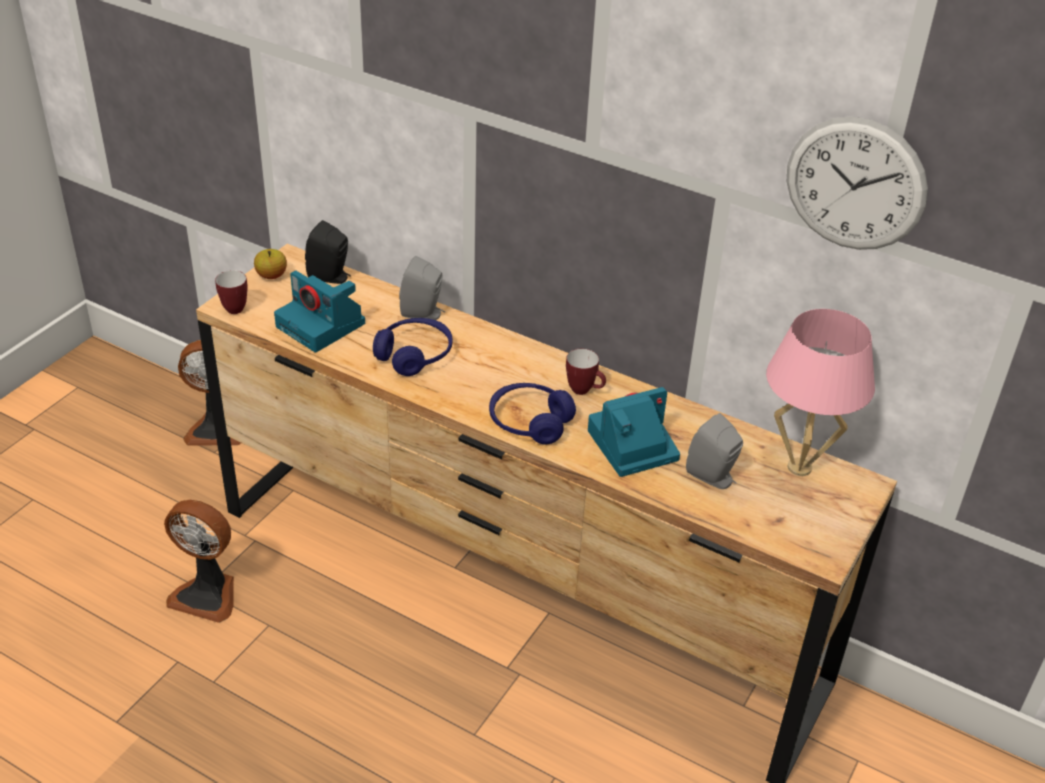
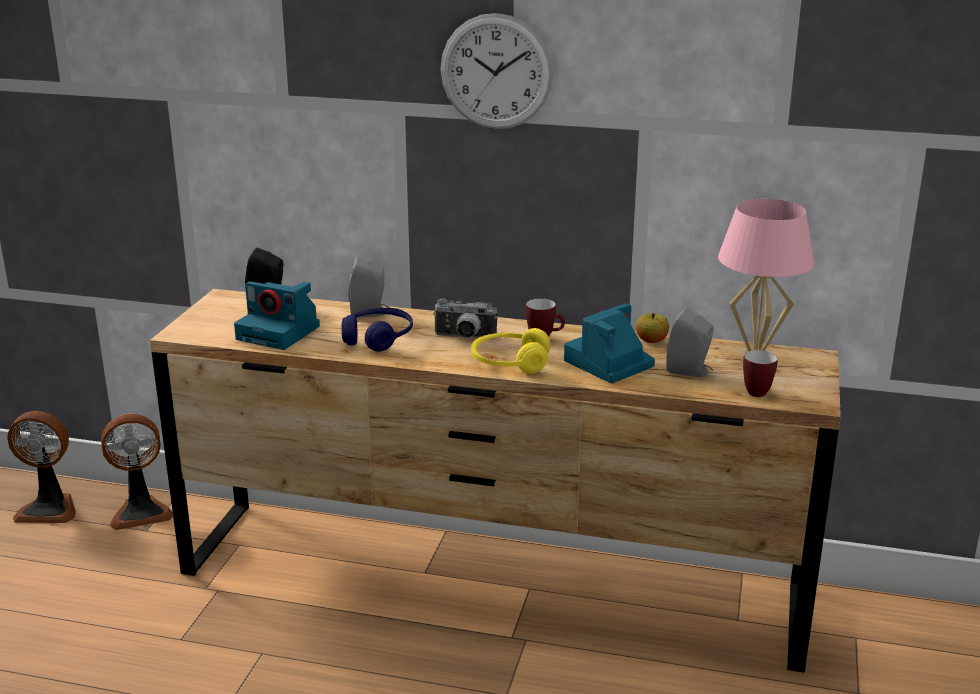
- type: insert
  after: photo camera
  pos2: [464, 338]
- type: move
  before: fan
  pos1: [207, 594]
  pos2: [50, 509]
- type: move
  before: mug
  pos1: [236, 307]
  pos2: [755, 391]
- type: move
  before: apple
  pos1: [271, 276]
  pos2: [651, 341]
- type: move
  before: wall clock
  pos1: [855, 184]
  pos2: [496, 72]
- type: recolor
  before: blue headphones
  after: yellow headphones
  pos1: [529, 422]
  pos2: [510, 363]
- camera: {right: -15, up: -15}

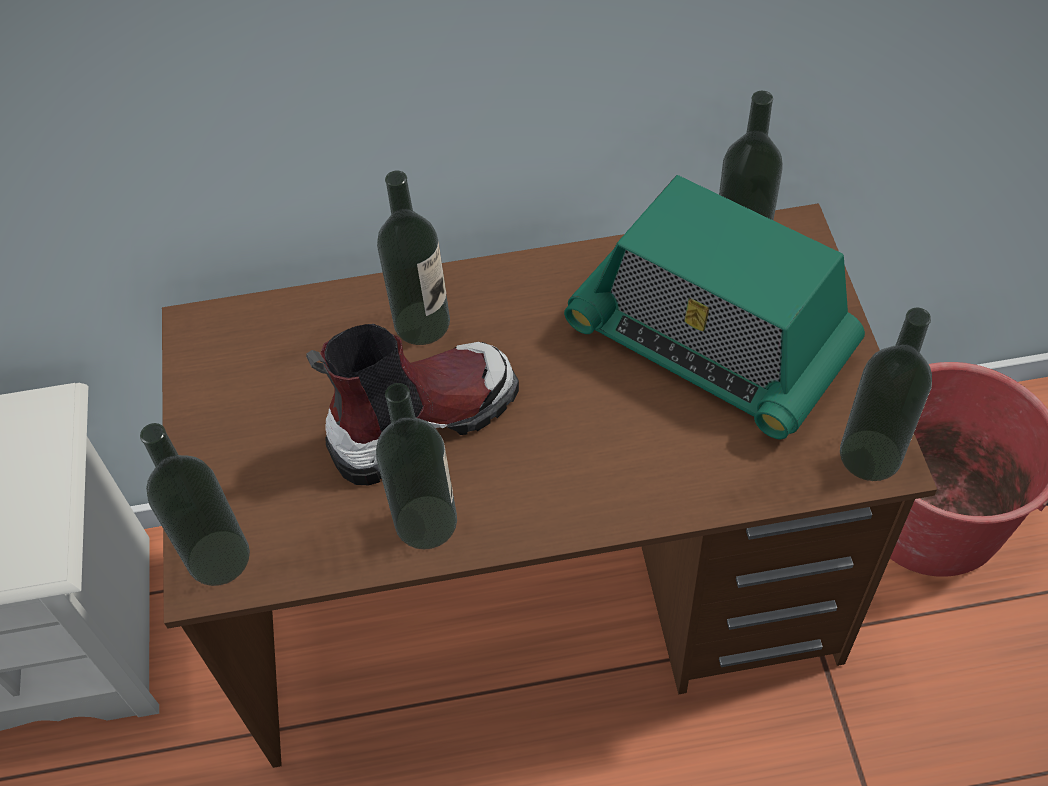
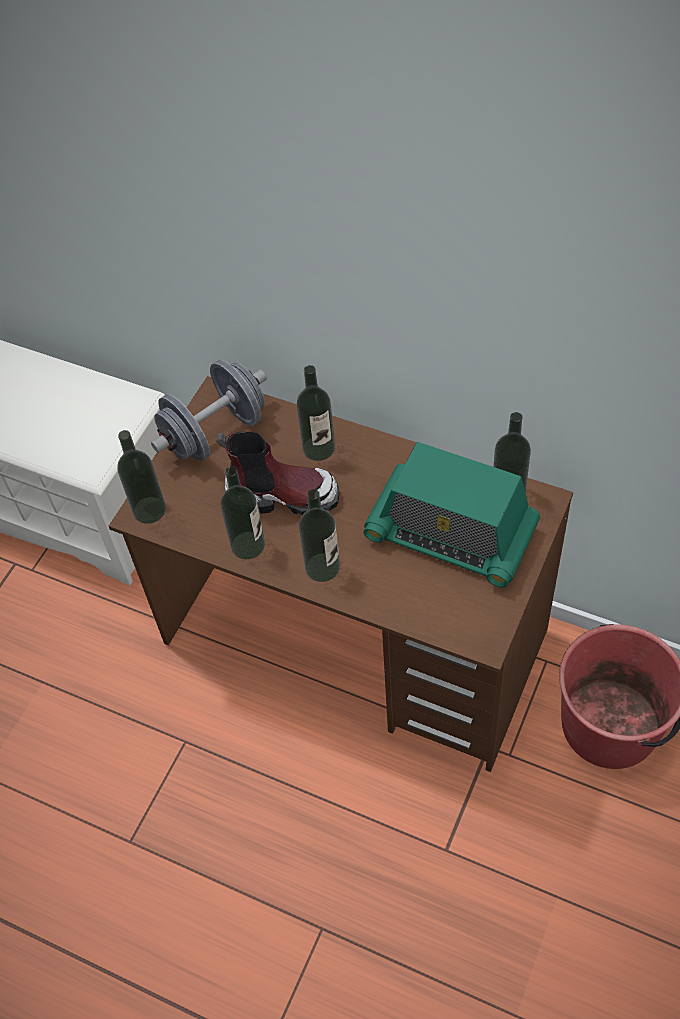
- type: insert
  after: grey dumbbell
  pos2: [215, 433]
- type: move
  before: bottle
  pos1: [870, 455]
  pos2: [322, 567]
- type: rotate
  before: radio
  pos1: [710, 340]
  pos2: [451, 533]
  turn: -45
- camera: {right: 35, up: 0}

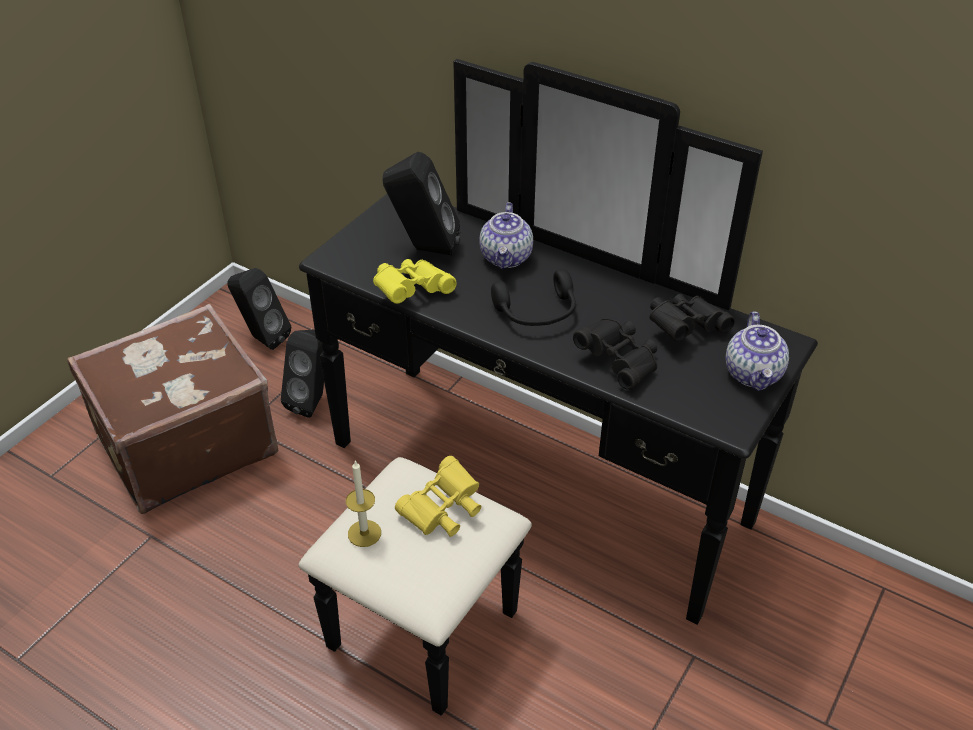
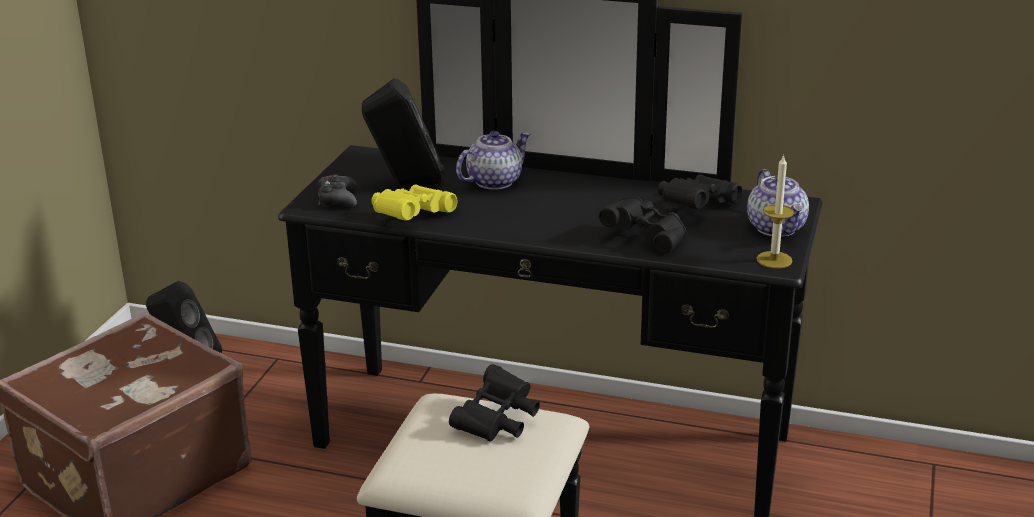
- type: delete
  before: black speaker
  pos1: [313, 401]
- type: delete
  before: black headphones
  pos1: [537, 313]
- type: insert
  after: black game controller
  pos2: [337, 199]
- type: move
  before: candle
  pos1: [364, 533]
  pos2: [774, 260]
- type: recolor
  before: yellow binoculars
  after: black binoculars
  pos1: [443, 511]
  pos2: [497, 421]
- type: rotate
  before: teapot
  pos1: [507, 258]
  pos2: [494, 181]
  turn: -120
- camera: {right: -15, up: -15}

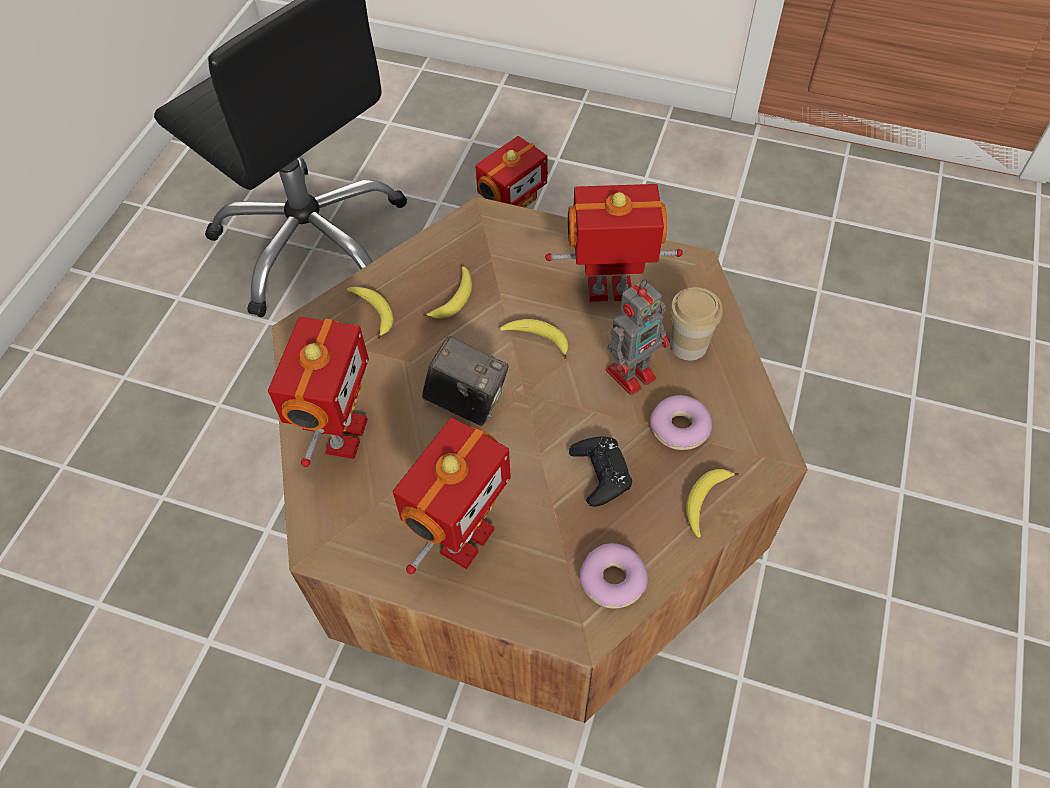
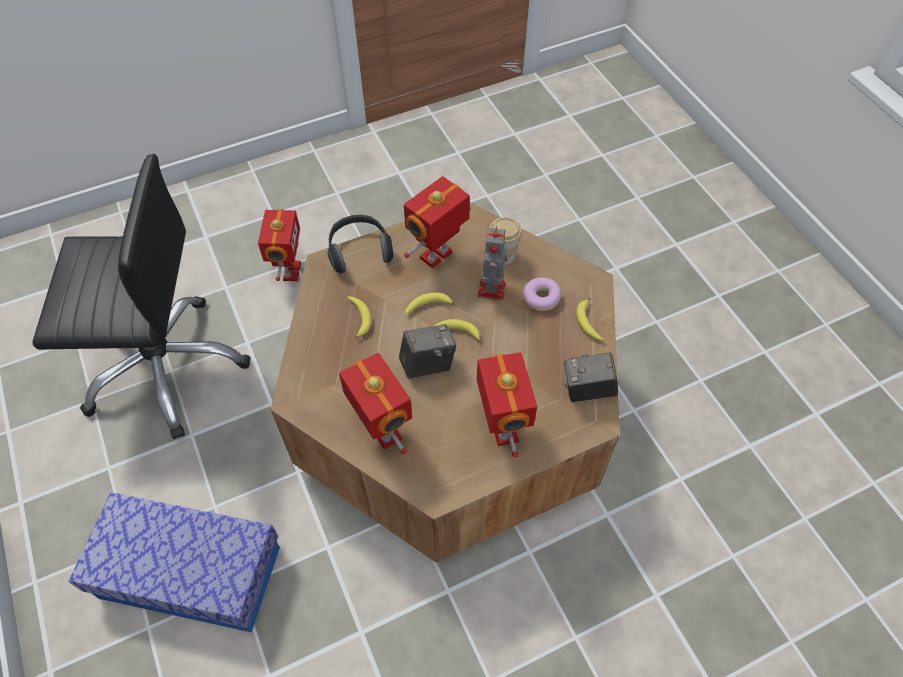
- type: delete
  before: black game controller
  pos1: [600, 473]
- type: insert
  after: storage box
  pos2: [190, 572]
- type: insert
  after: headphones
  pos2: [359, 251]
- type: move
  before: banana
  pos1: [373, 312]
  pos2: [456, 332]
- type: replace
  before: donut
  after: photo camera
  pos1: [613, 580]
  pos2: [587, 390]
- camera: {right: -45, up: 0}

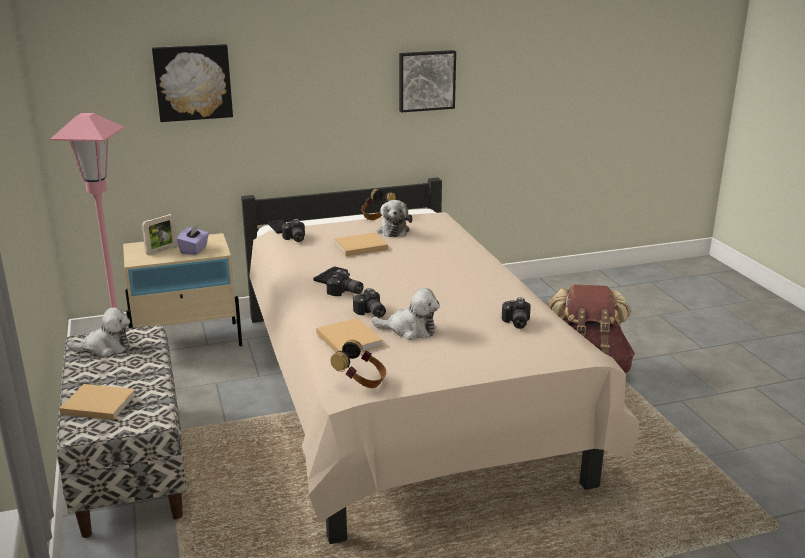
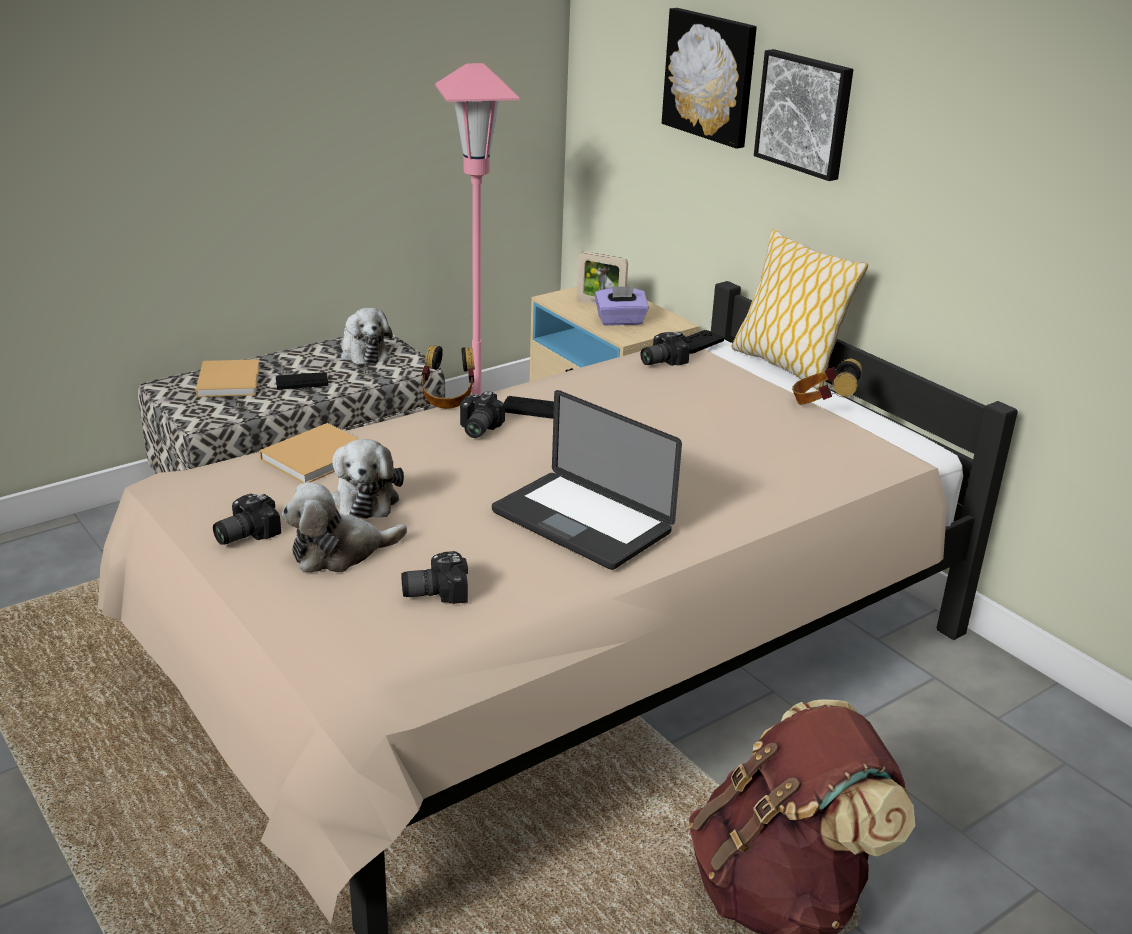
- type: delete
  before: beige book
  pos1: [359, 246]
- type: insert
  after: black game controller
  pos2: [302, 382]
- type: insert
  after: laptop
  pos2: [581, 522]
- type: insert
  after: pillow
  pos2: [786, 365]
- type: move
  before: headphones
  pos1: [361, 381]
  pos2: [448, 398]
- type: move
  before: photo camera
  pos1: [370, 313]
  pos2: [243, 534]
- type: move
  before: plush toy
  pos1: [393, 230]
  pos2: [339, 552]
- type: move
  before: picture
  pos1: [426, 80]
  pos2: [805, 113]
- camera: {right: 70, up: 5}

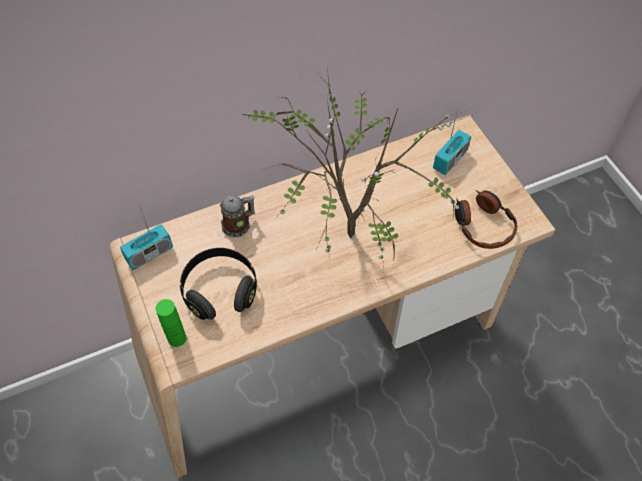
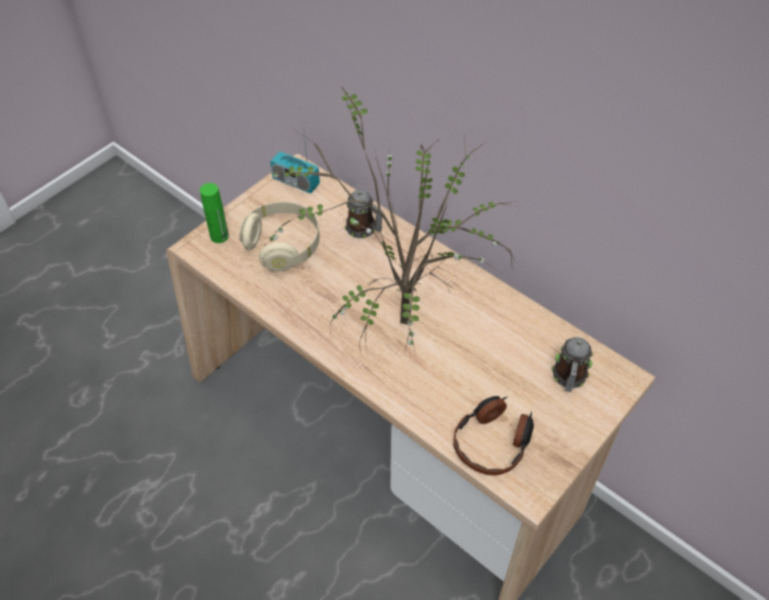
- type: replace
  before: radio
  after: mug
  pos1: [450, 160]
  pos2: [568, 378]
- type: recolor
  before: black headphones
  after: beige headphones
  pos1: [220, 290]
  pos2: [283, 245]
- camera: {right: 65, up: -5}

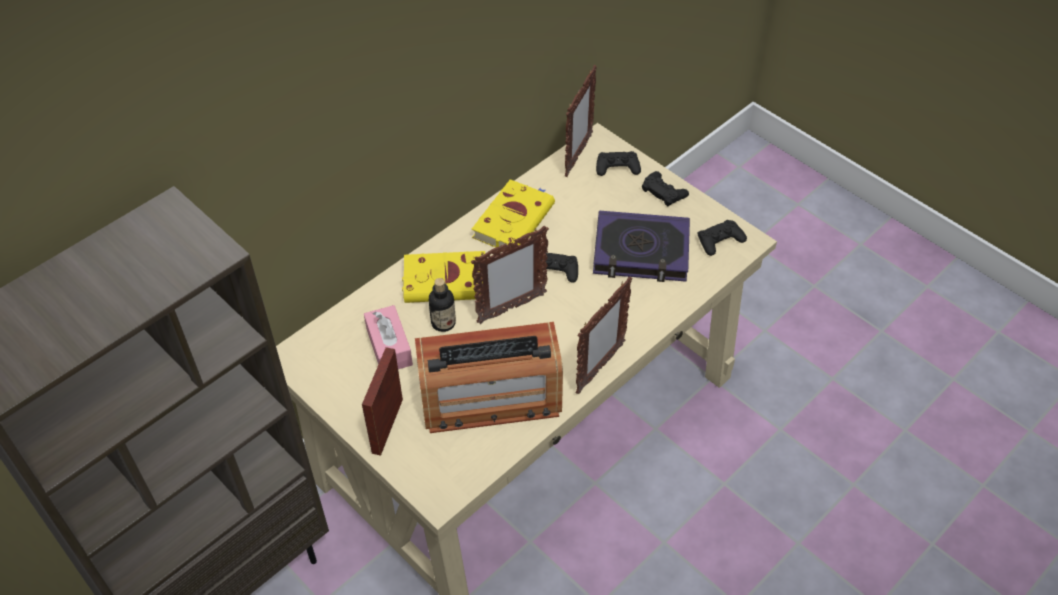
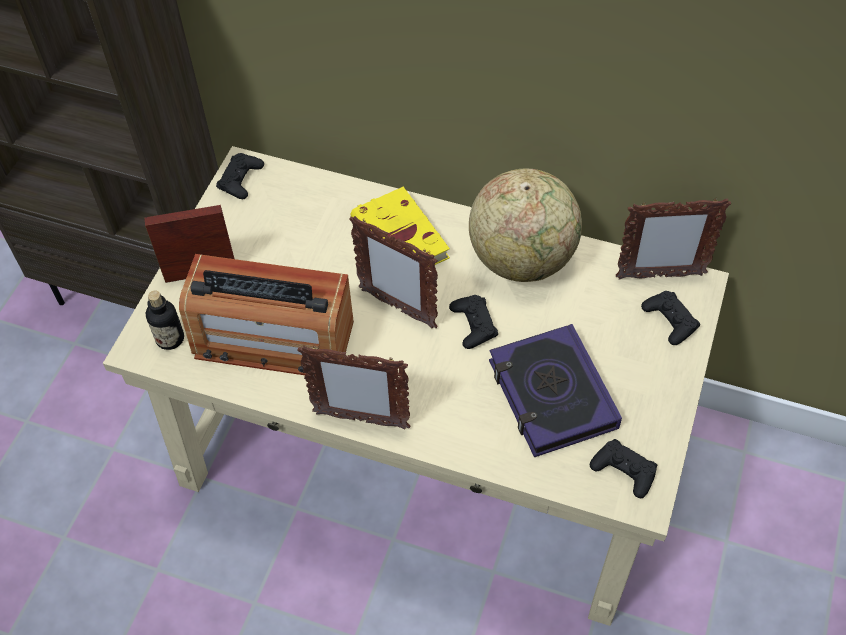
- type: delete
  before: pink tissue box
  pos1: [389, 347]
- type: move
  before: bottle
  pos1: [443, 323]
  pos2: [170, 338]
- type: move
  before: black game controller
  pos1: [663, 192]
  pos2: [241, 179]
- type: replace
  before: yellow book
  after: globe
  pos1: [514, 219]
  pos2: [522, 259]
- type: rotate
  before: radio
  pos1: [490, 398]
  pos2: [273, 339]
  turn: -45
- camera: {right: 65, up: 5}

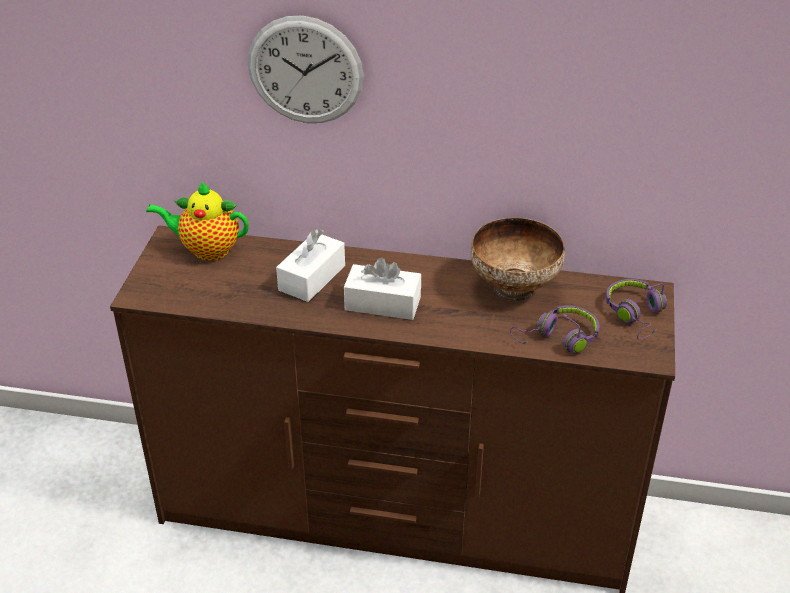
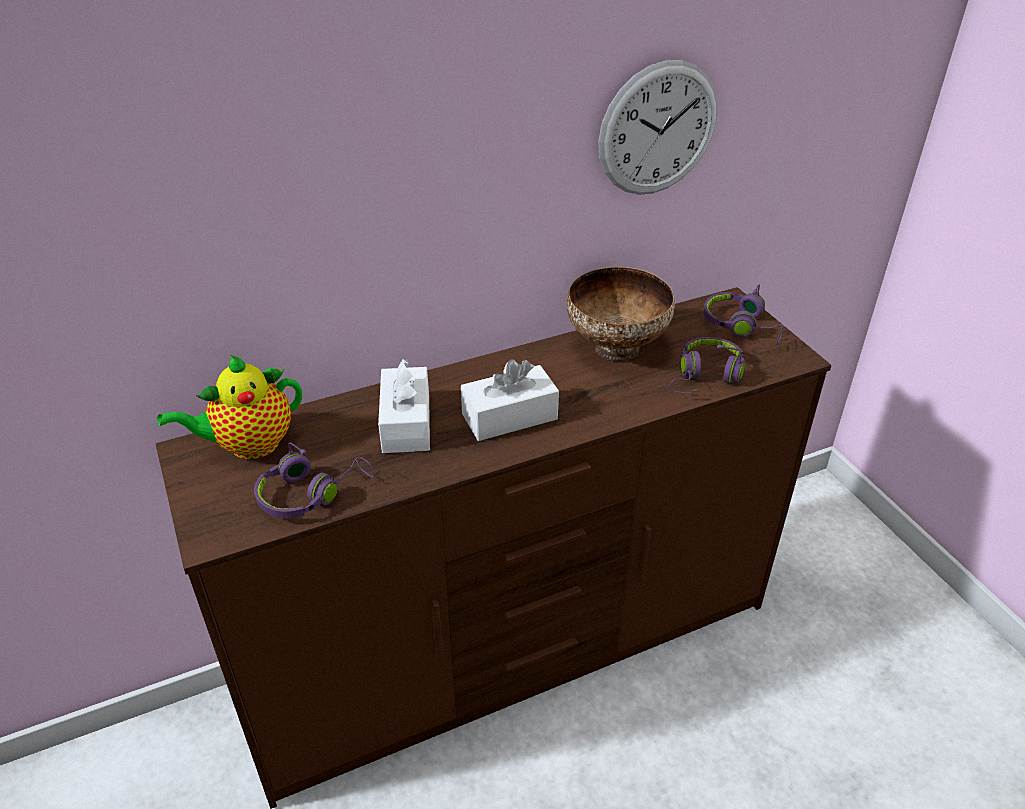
- type: insert
  after: purple headphones
  pos2: [311, 493]
- type: move
  before: wall clock
  pos1: [305, 70]
  pos2: [658, 129]
- camera: {right: -35, up: 0}

